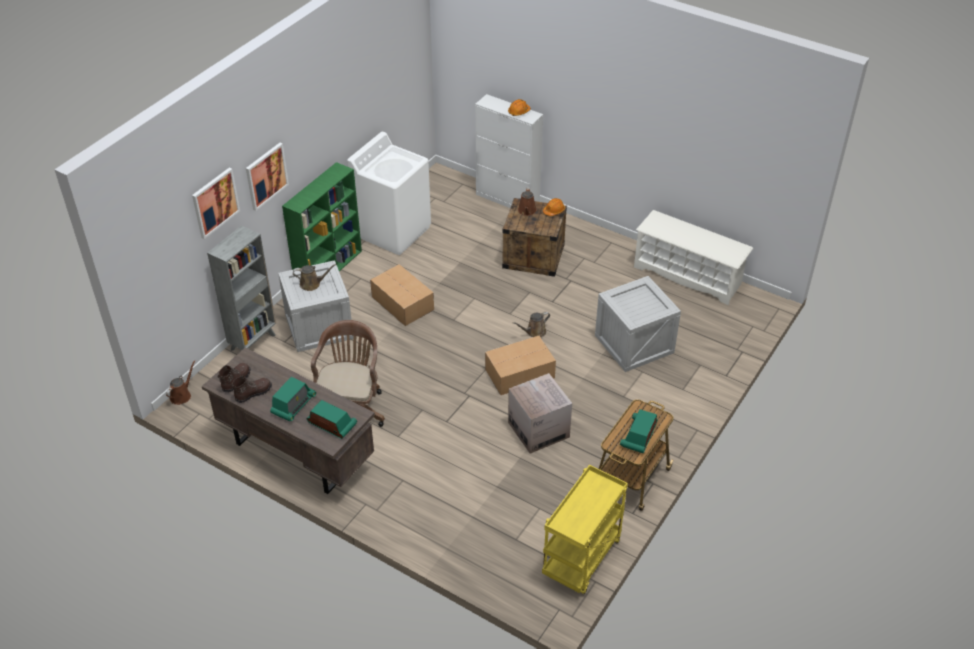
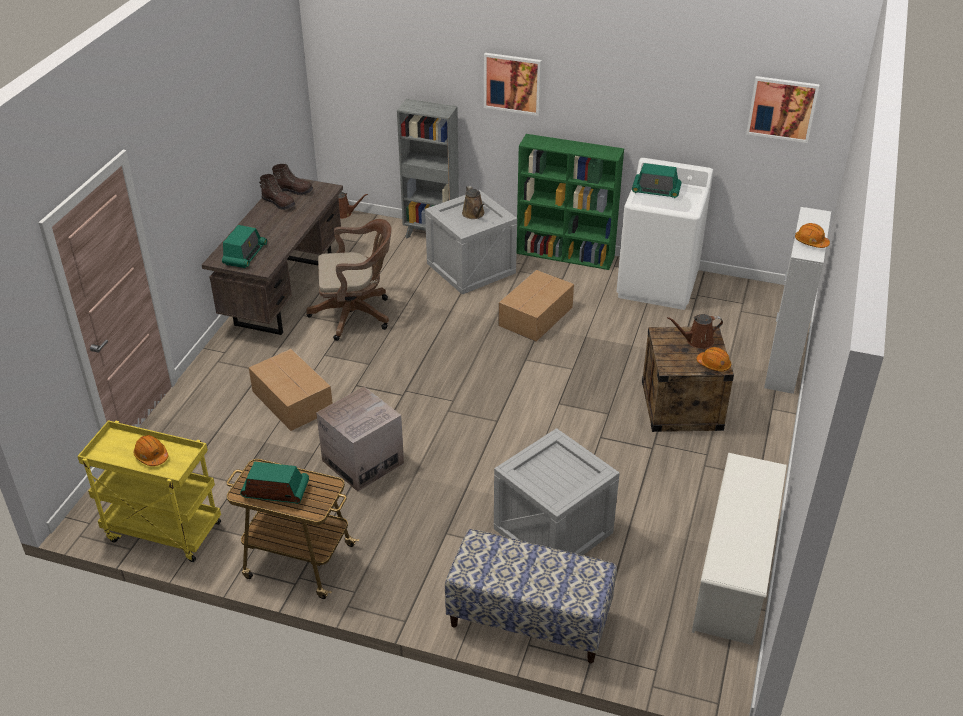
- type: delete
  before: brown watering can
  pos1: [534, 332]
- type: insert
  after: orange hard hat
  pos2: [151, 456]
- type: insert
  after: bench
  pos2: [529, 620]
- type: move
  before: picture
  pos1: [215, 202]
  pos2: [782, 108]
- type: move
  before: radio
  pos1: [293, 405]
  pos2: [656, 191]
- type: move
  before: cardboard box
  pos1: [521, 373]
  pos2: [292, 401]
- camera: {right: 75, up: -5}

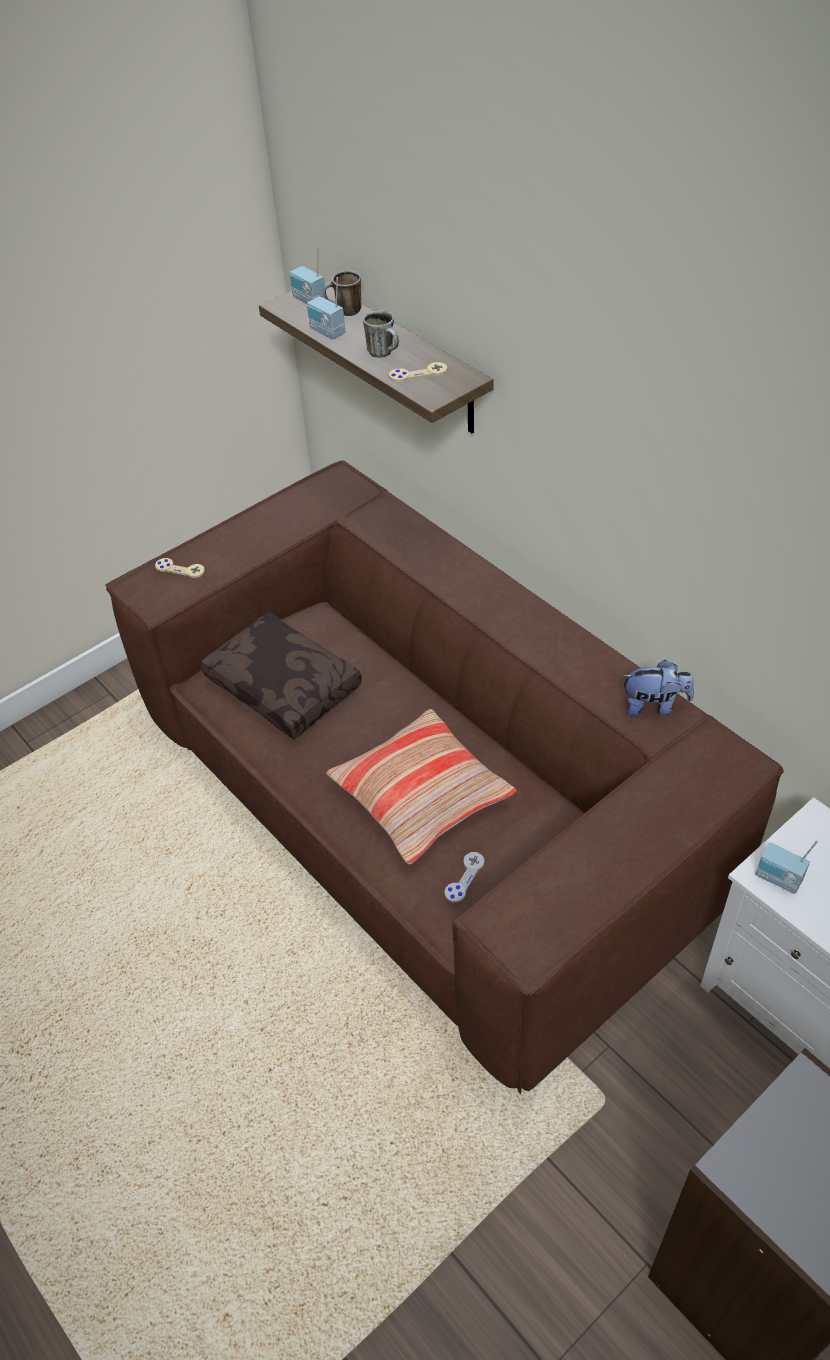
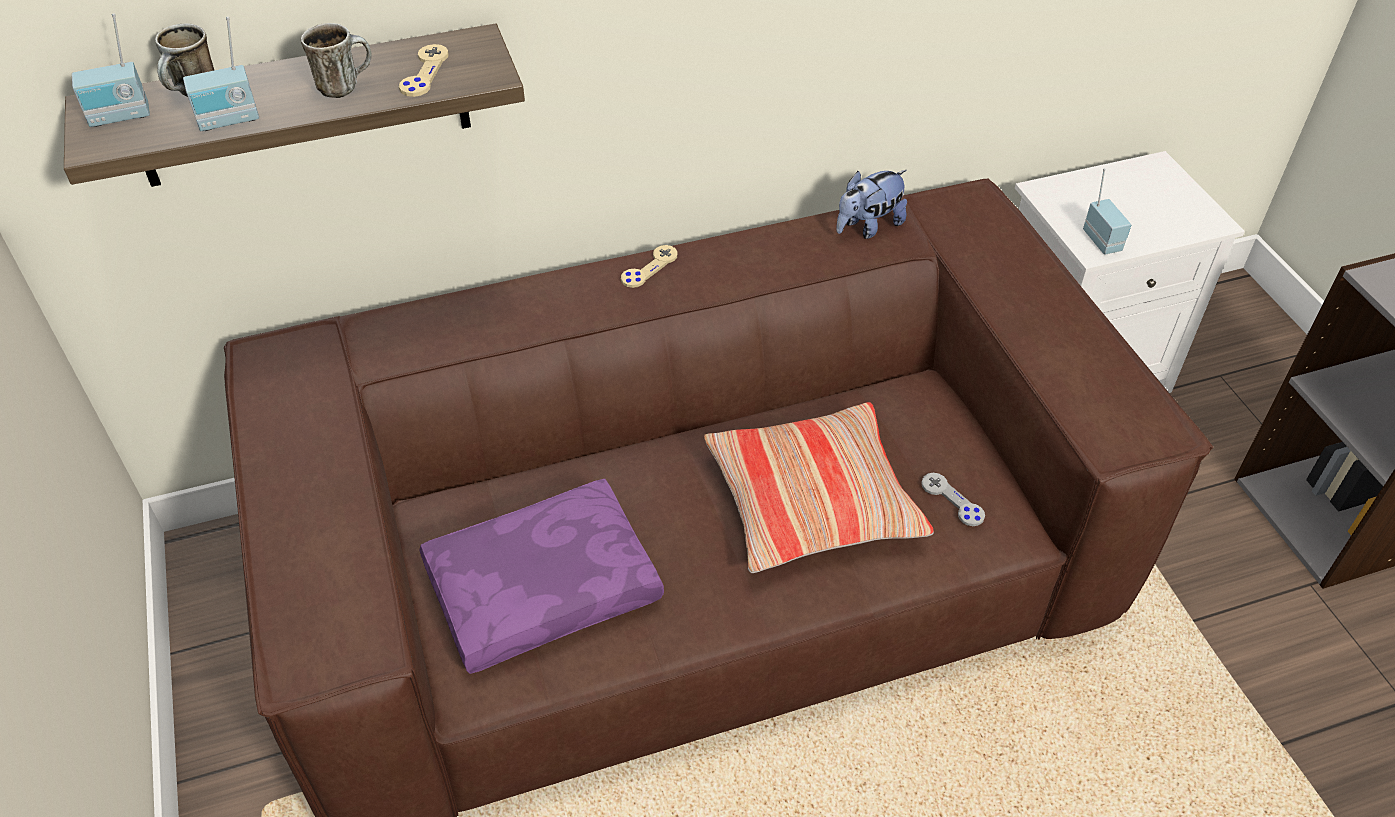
- type: move
  before: beige game controller
  pos1: [180, 569]
  pos2: [649, 268]
- type: recolor
  before: brown pillow
  after: purple pillow
  pos1: [286, 685]
  pos2: [543, 585]
- type: rotate
  before: plush toy
  pos1: [654, 706]
  pos2: [868, 227]
  turn: -150
- type: rotate
  before: radio
  pos1: [778, 879]
  pos2: [1103, 241]
  turn: -75
- camera: {right: -70, up: 0}

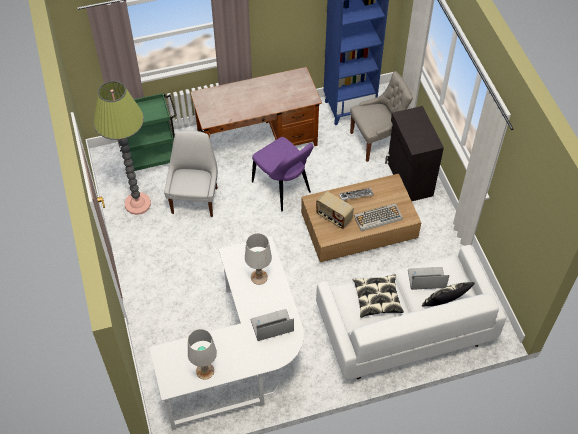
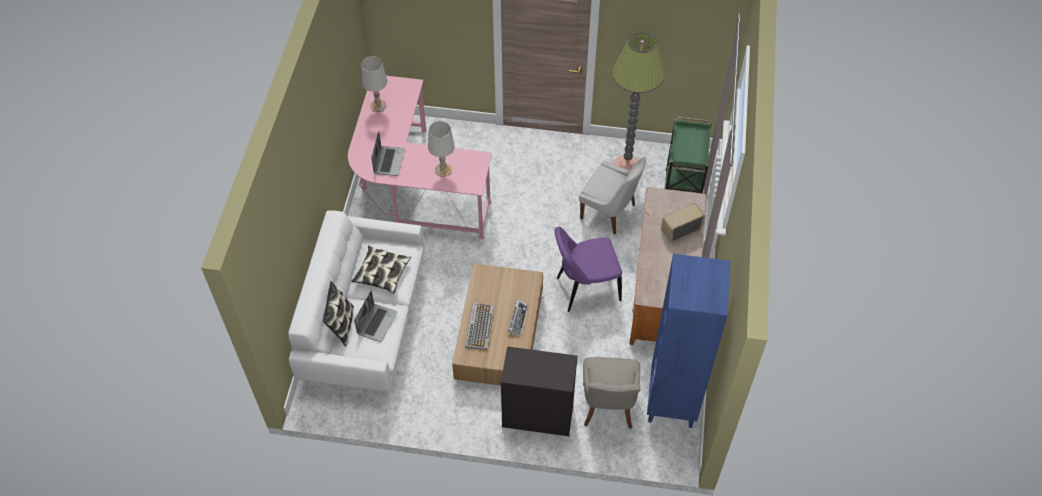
- type: move
  before: radio
  pos1: [333, 217]
  pos2: [680, 231]
- type: recolor
  before: white desk
  after: pink desk
  pos1: [242, 359]
  pos2: [413, 189]
- camera: {right: 115, up: 0}

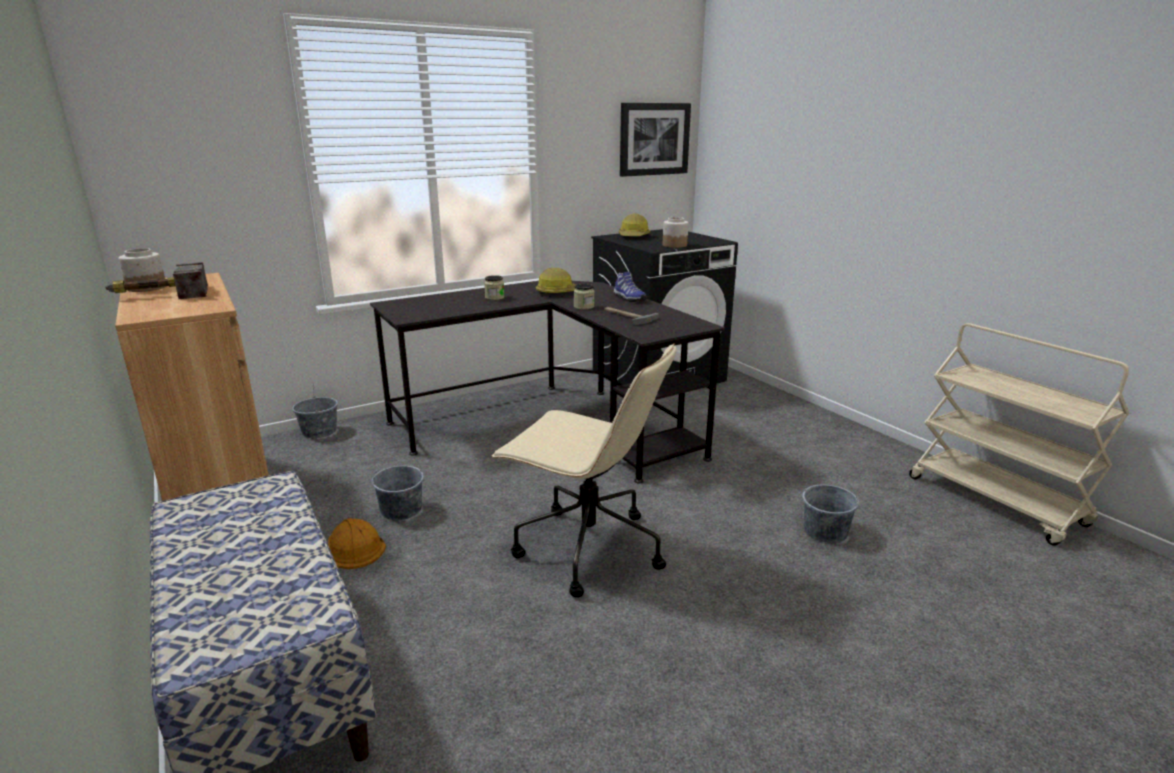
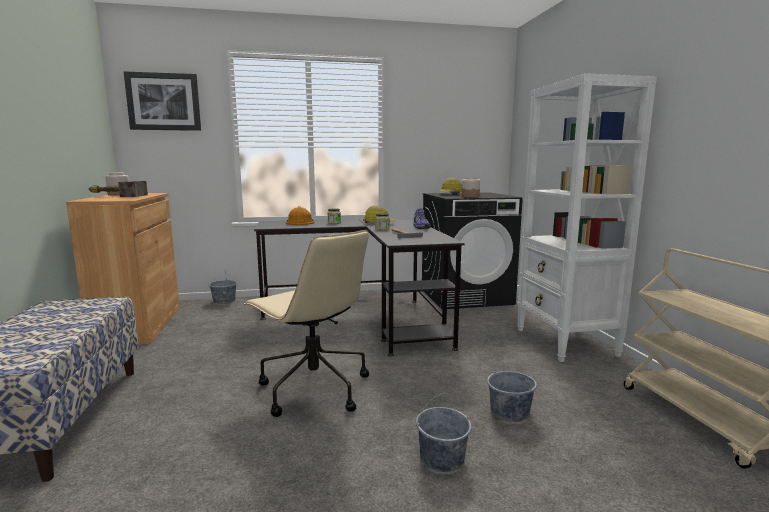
- type: insert
  after: white bookcase
  pos2: [565, 342]
- type: move
  before: orange hard hat
  pos1: [354, 548]
  pos2: [299, 222]
- type: move
  before: grey bucket
  pos1: [401, 510]
  pos2: [441, 458]
- type: move
  before: picture
  pos1: [654, 139]
  pos2: [164, 102]
- camera: {right: 20, up: -10}

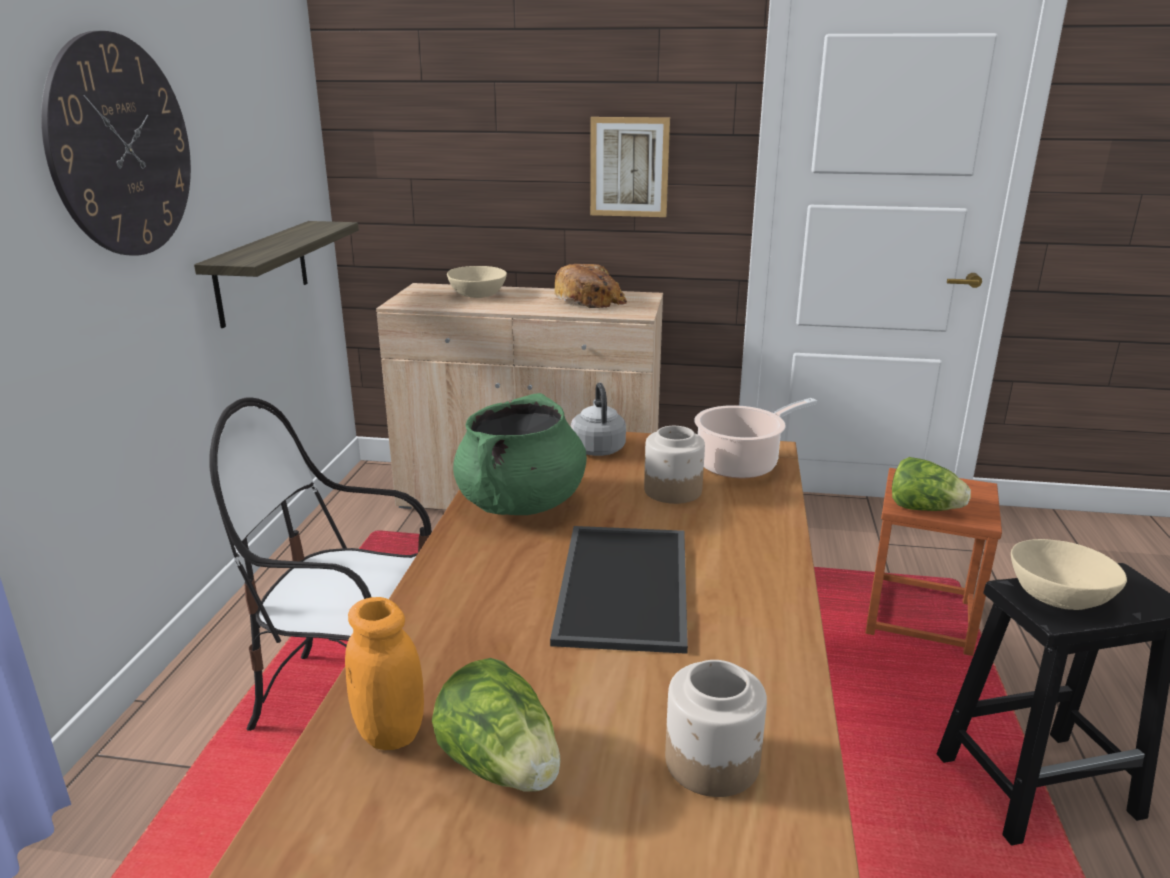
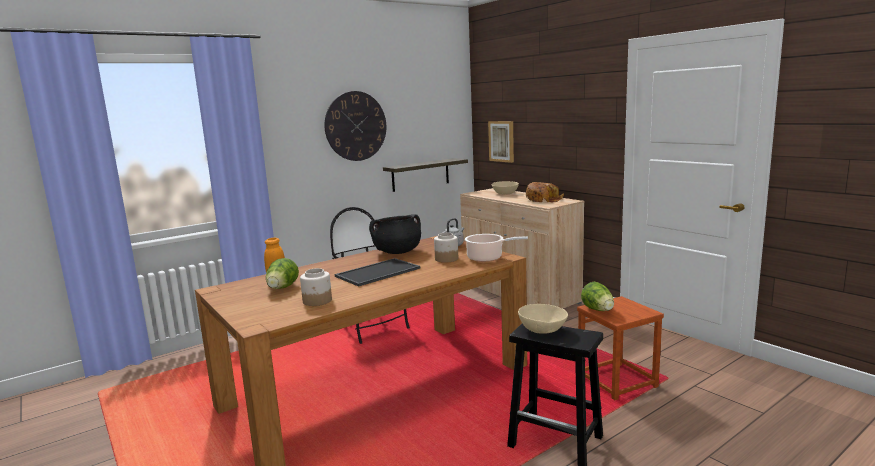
- type: move
  before: picture
  pos1: [629, 167]
  pos2: [501, 141]
- type: recolor
  before: green cooking pot
  after: black cooking pot
  pos1: [521, 504]
  pos2: [397, 252]
- camera: {right: 45, up: -10}

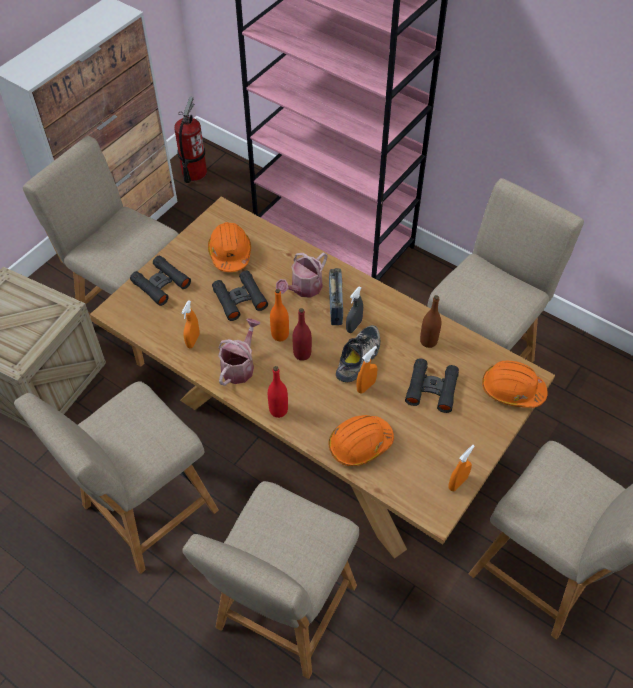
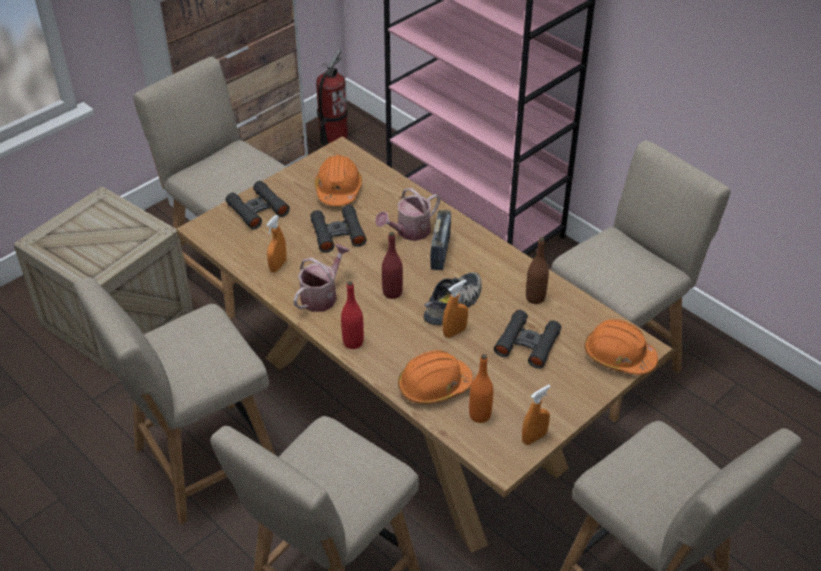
- type: delete
  before: grey spray bottle
  pos1: [354, 326]
- type: move
  before: orange bottle
  pos1: [280, 335]
  pos2: [480, 415]
- camera: {right: 10, up: -10}

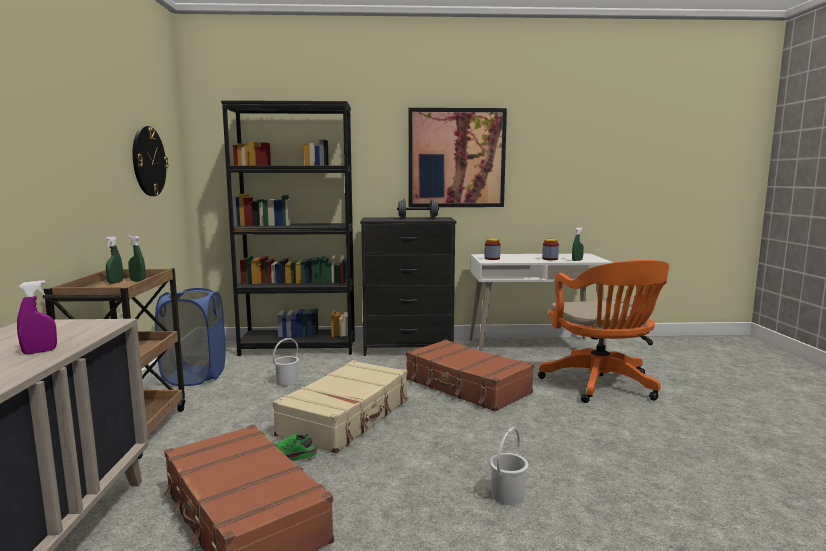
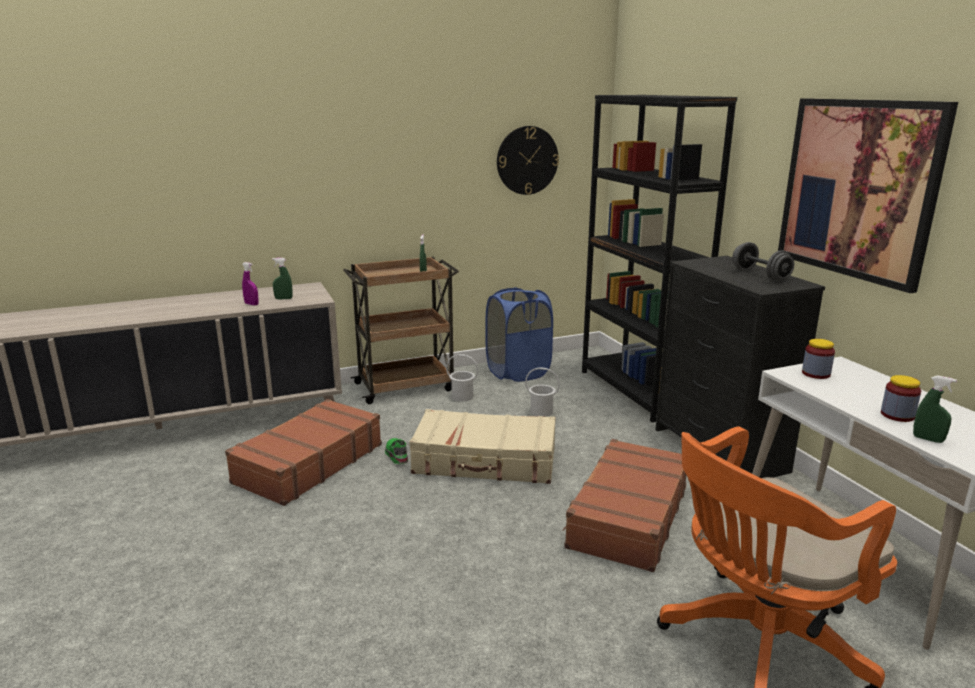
- type: move
  before: green spray bottle
  pos1: [115, 282]
  pos2: [283, 298]
- type: move
  before: white bucket
  pos1: [506, 495]
  pos2: [462, 396]
- camera: {right: 70, up: 10}

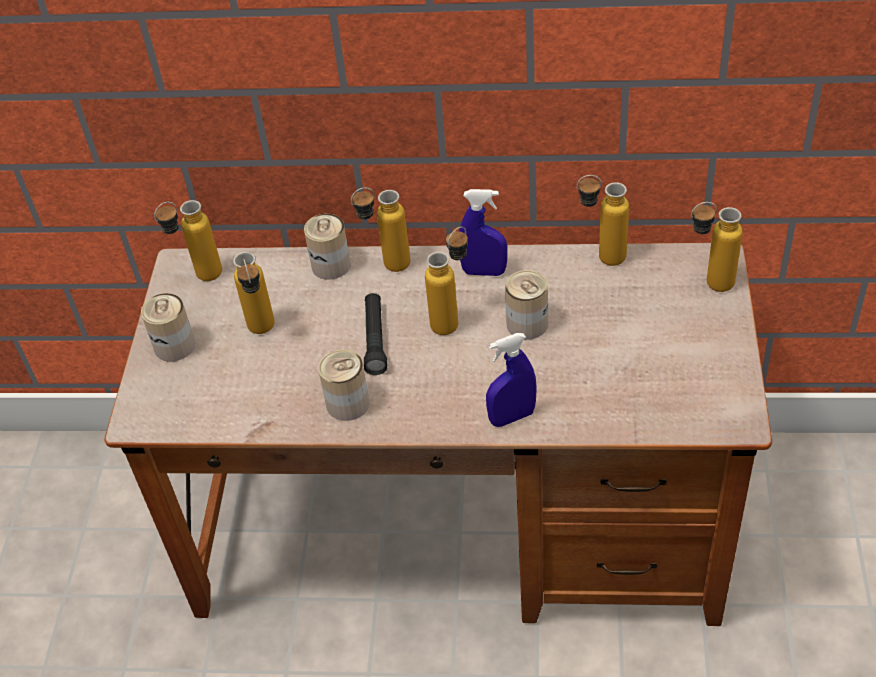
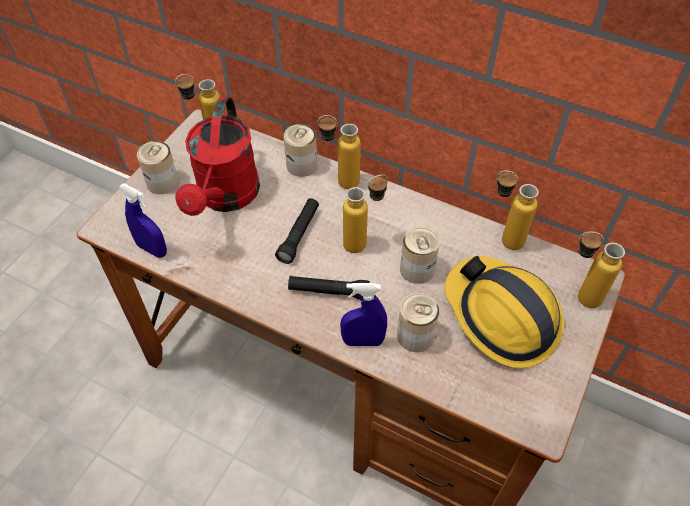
- type: insert
  after: black flashlight
  pos2: [328, 292]
- type: insert
  after: hard hat
  pos2: [501, 317]
- type: move
  before: can
  pos1: [347, 403]
  pos2: [415, 335]
- type: move
  before: blue spray bottle
  pos1: [484, 272]
  pos2: [152, 249]
- type: replace
  before: bottle
  after: red watering can
  pos1: [263, 333]
  pos2: [225, 197]
- camera: {right: 20, up: 5}

